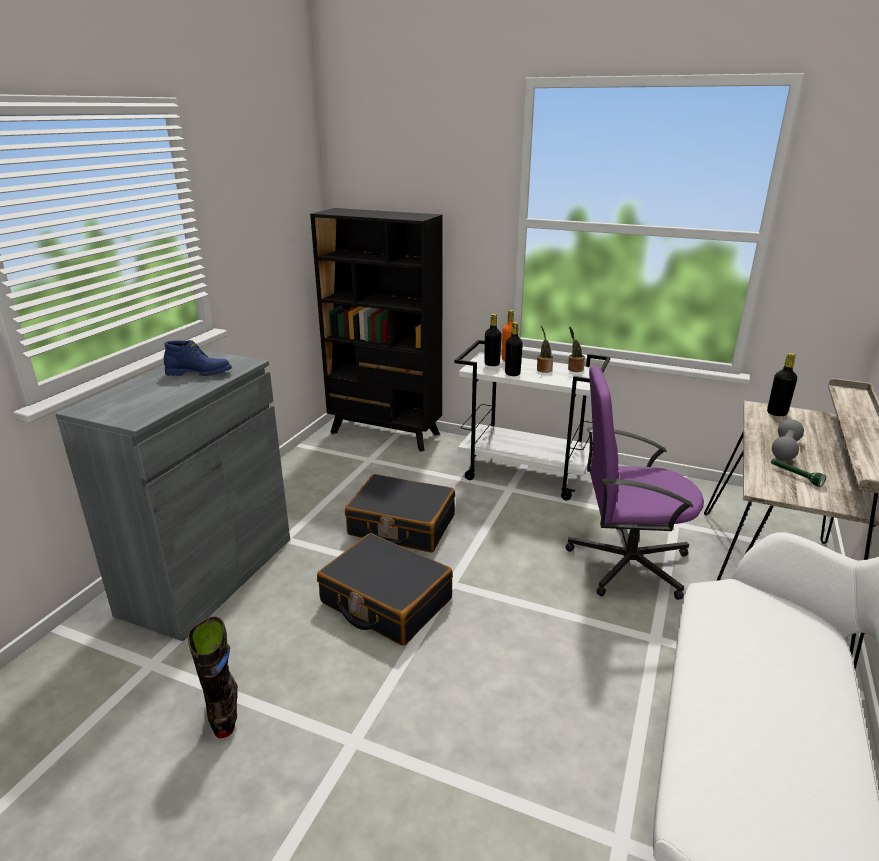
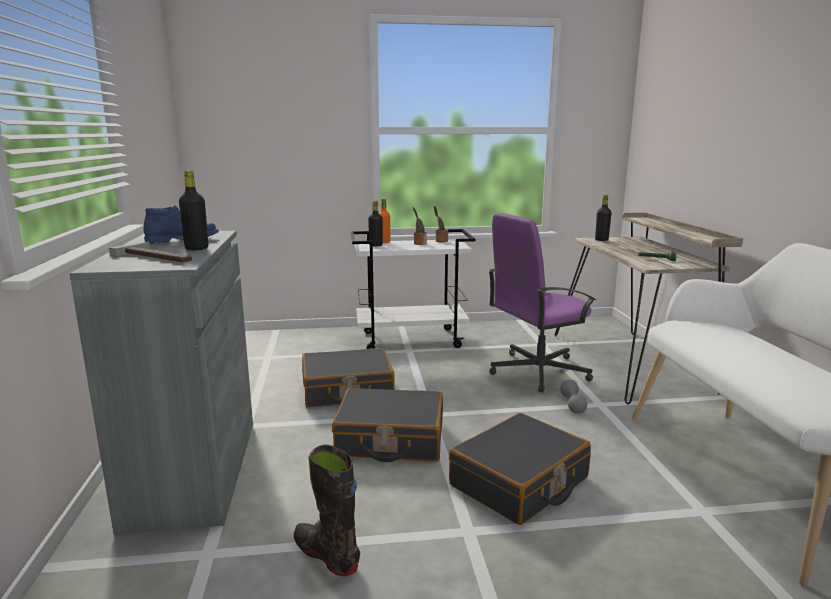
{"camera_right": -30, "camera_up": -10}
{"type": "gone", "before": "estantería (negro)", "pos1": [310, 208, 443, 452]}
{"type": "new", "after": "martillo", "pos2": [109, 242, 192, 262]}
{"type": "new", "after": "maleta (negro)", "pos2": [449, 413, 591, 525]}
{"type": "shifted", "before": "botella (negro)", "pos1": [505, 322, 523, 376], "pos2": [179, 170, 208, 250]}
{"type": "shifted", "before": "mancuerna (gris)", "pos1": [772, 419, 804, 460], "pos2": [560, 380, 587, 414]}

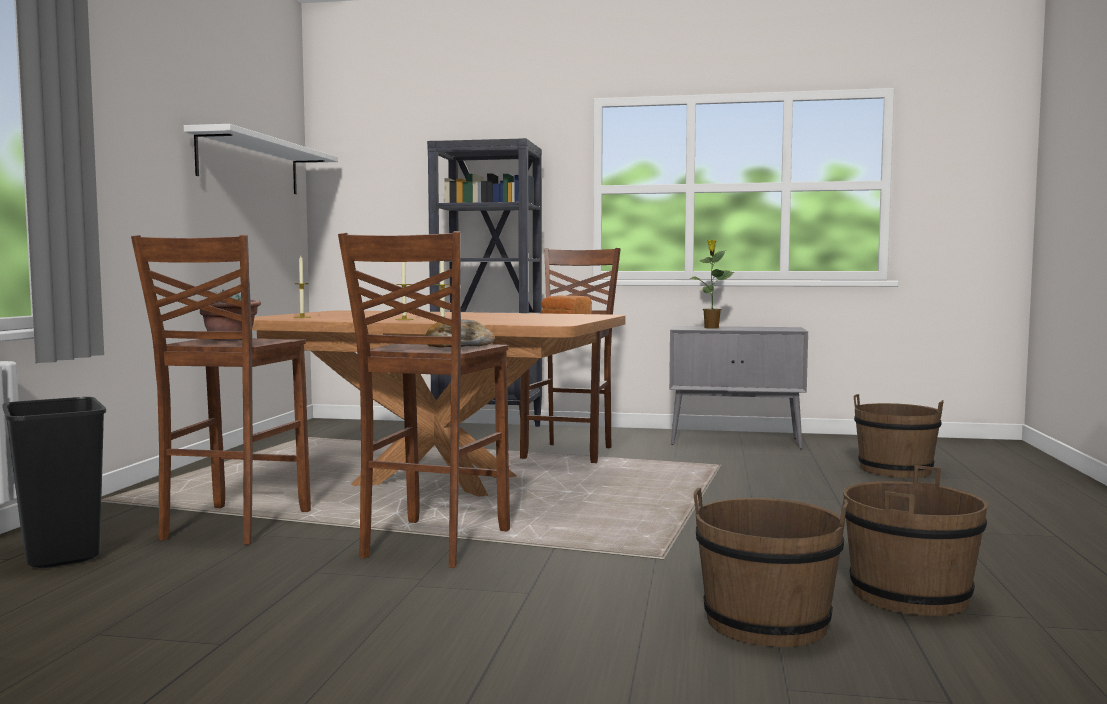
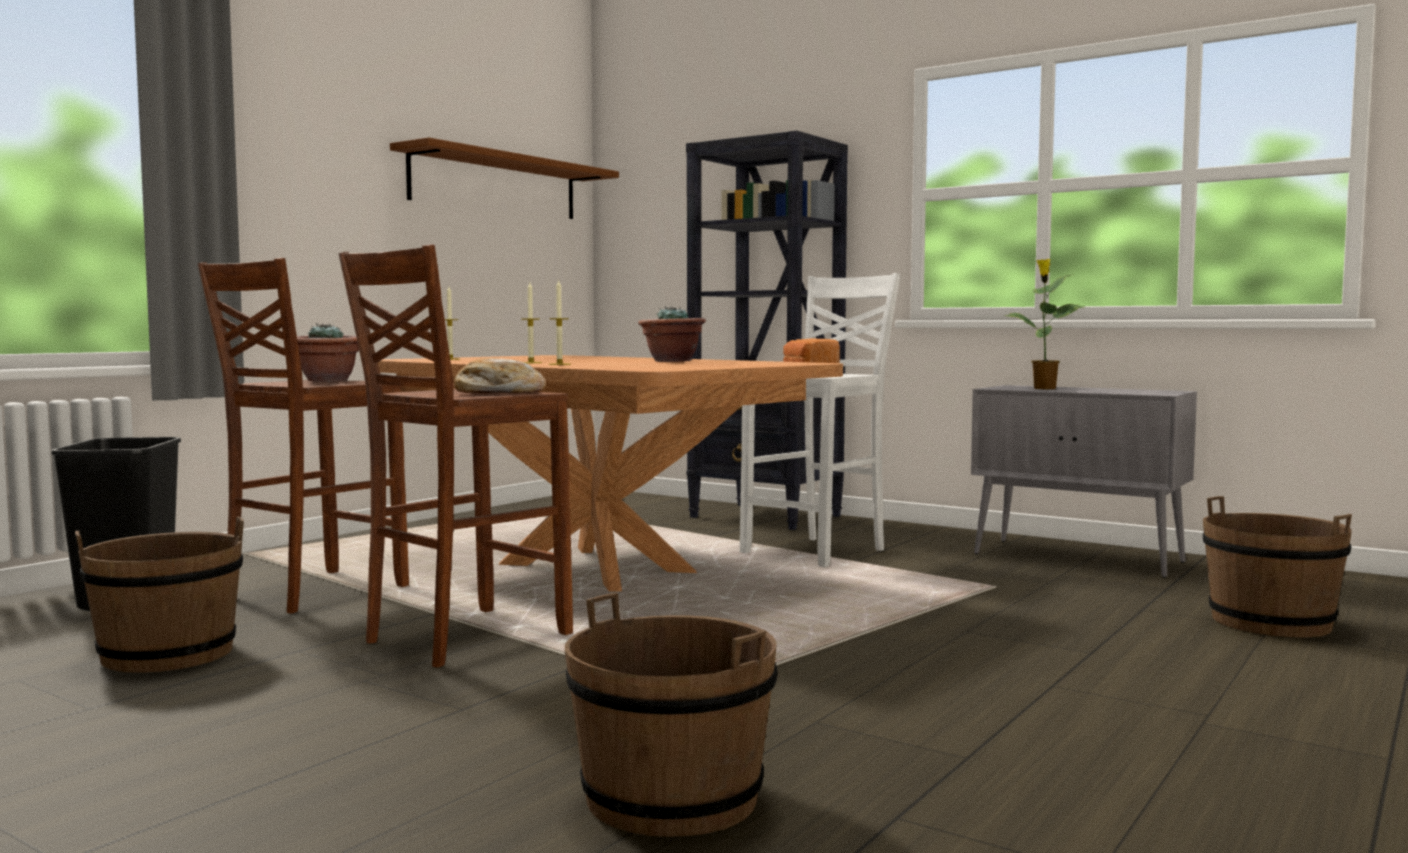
{"camera_right": 25, "camera_up": 0}
{"type": "new", "after": "planta en maceta", "pos2": [638, 306, 706, 362]}
{"type": "shifted", "before": "cubo (marrón)", "pos1": [843, 465, 988, 616], "pos2": [75, 517, 244, 673]}
{"type": "repainted", "before": "estante (blanco)", "after": "estante (marrón)", "pos1": [184, 124, 338, 194], "pos2": [390, 137, 619, 219]}
{"type": "repainted", "before": "taburete (marrón)", "after": "taburete (blanco)", "pos1": [520, 248, 621, 463], "pos2": [740, 273, 900, 567]}

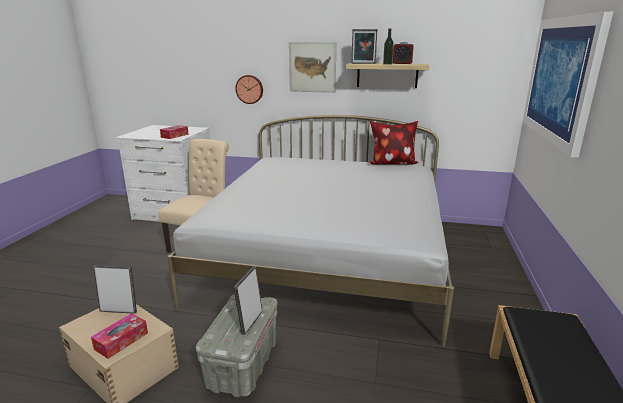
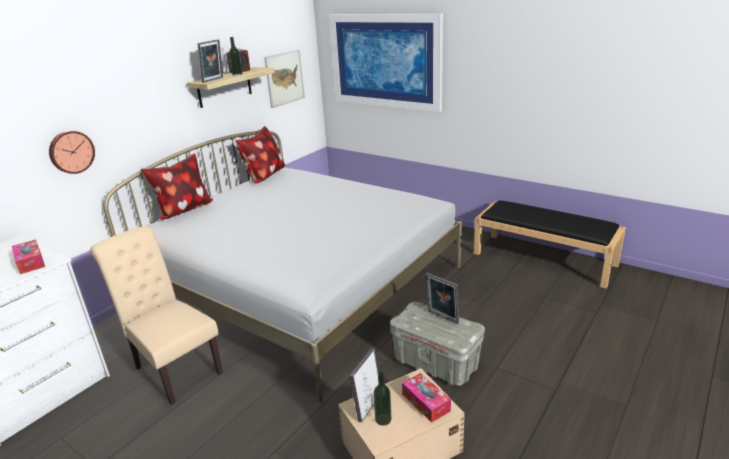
{"camera_right": -65, "camera_up": 5}
{"type": "new", "after": "cojín", "pos2": [140, 153, 213, 220]}
{"type": "new", "after": "botella", "pos2": [374, 372, 391, 426]}
{"type": "shifted", "before": "cuadro", "pos1": [289, 42, 336, 93], "pos2": [264, 50, 305, 108]}

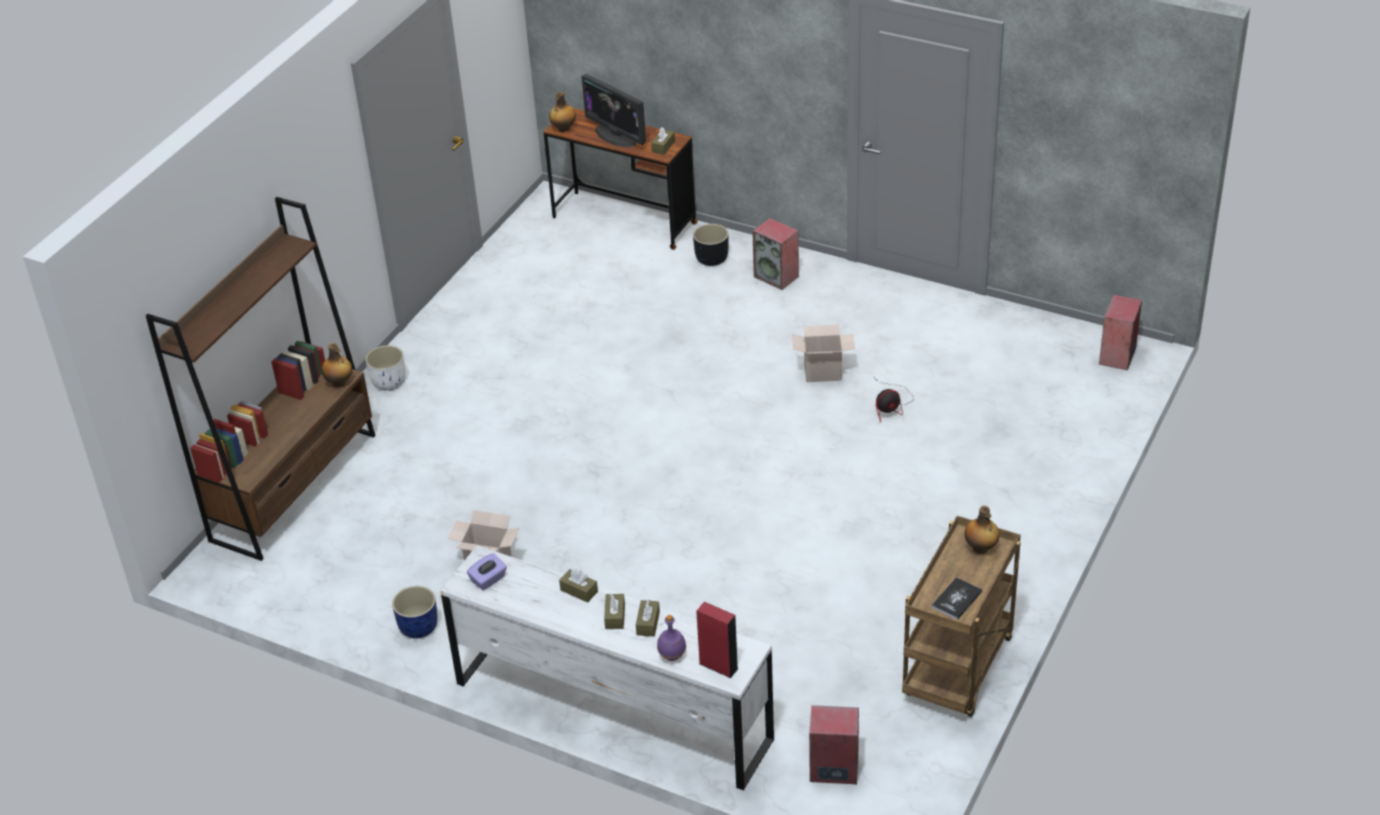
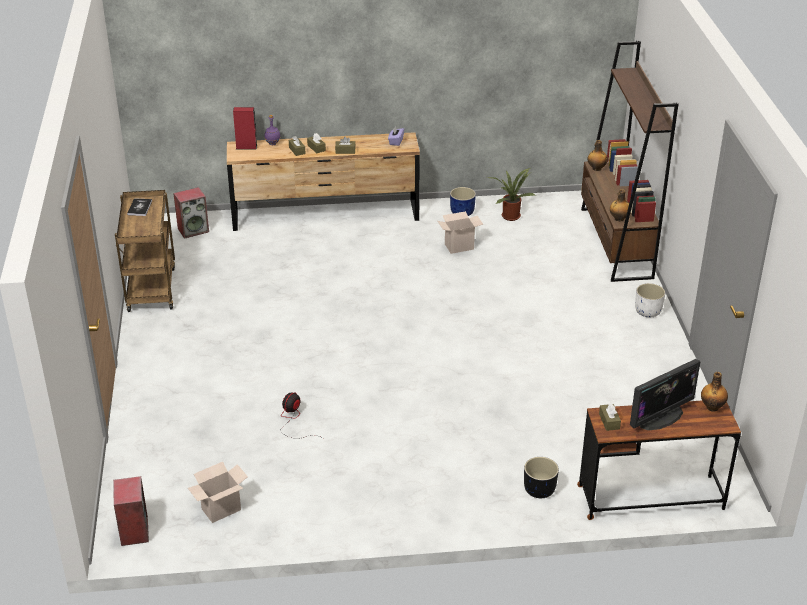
{"camera_right": 145, "camera_up": -5}
{"type": "gone", "before": "altavoz", "pos1": [752, 218, 799, 290]}
{"type": "new", "after": "planta en maceta", "pos2": [488, 168, 535, 221]}
{"type": "shifted", "before": "caja de cartón", "pos1": [792, 325, 855, 382], "pos2": [188, 462, 248, 523]}
{"type": "shifted", "before": "botella", "pos1": [964, 506, 999, 554], "pos2": [587, 140, 608, 171]}
{"type": "repainted", "before": "cómoda (blanco)", "after": "cómoda (marrón)", "pos1": [440, 545, 774, 790], "pos2": [227, 132, 420, 231]}
{"type": "rotated", "before": "monitor", "pos1": [582, 74, 646, 148], "pos2": [630, 359, 701, 430], "turn": 135}

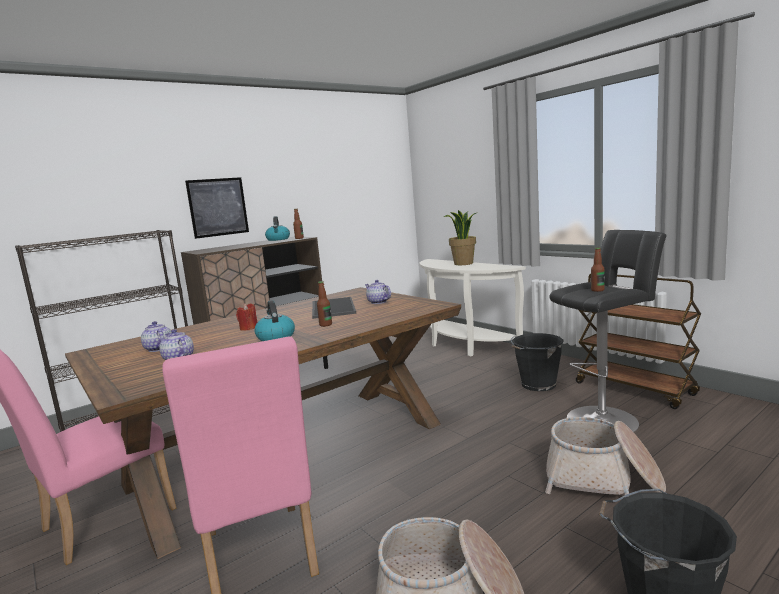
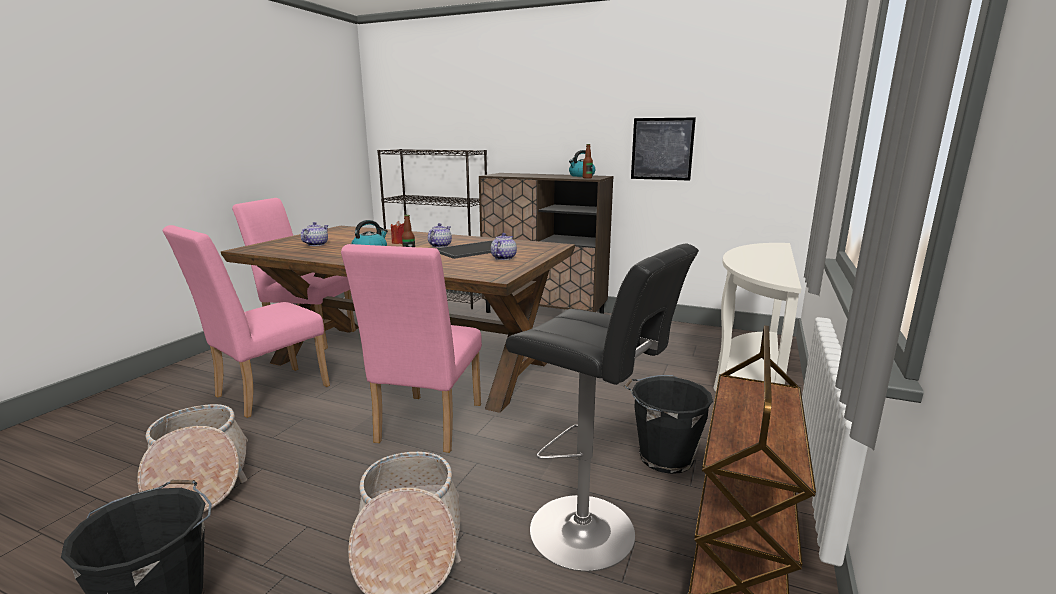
{"camera_right": 60, "camera_up": 5}
{"type": "gone", "before": "planta en maceta", "pos1": [444, 210, 478, 265]}
{"type": "gone", "before": "botella", "pos1": [591, 247, 605, 292]}
{"type": "new", "after": "silla (rosa)", "pos2": [341, 244, 482, 453]}
{"type": "shifted", "before": "tetera", "pos1": [141, 321, 172, 352], "pos2": [428, 223, 452, 248]}
{"type": "shifted", "before": "cuadro", "pos1": [185, 177, 249, 239], "pos2": [631, 118, 696, 181]}

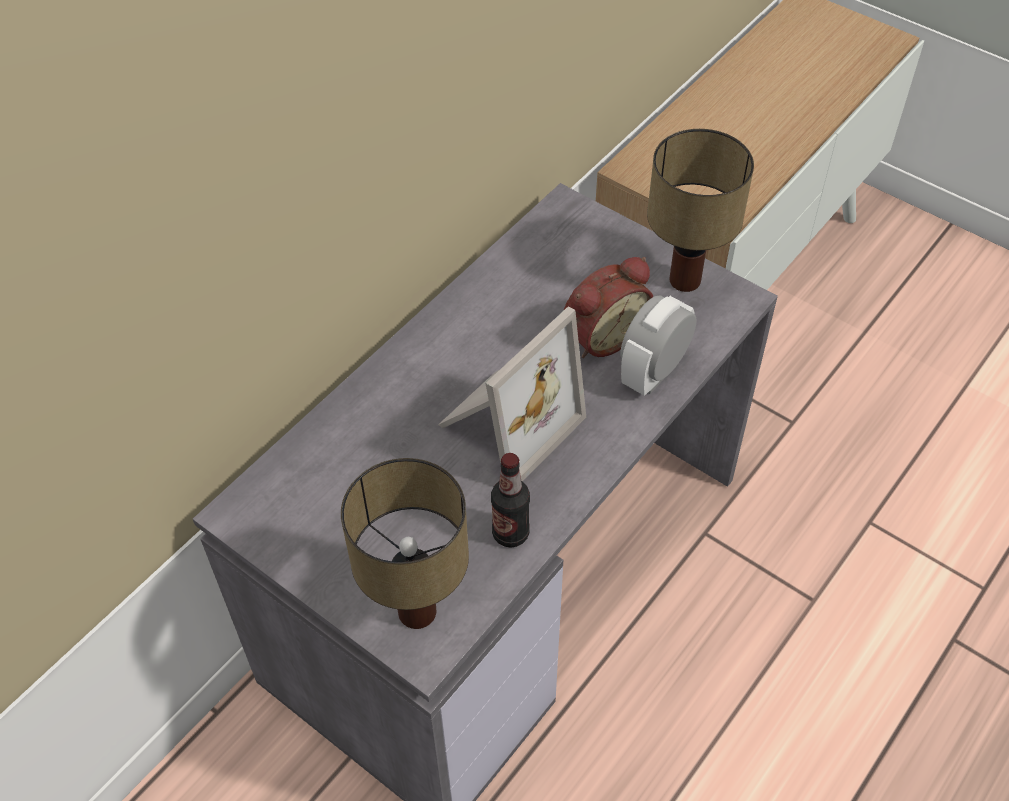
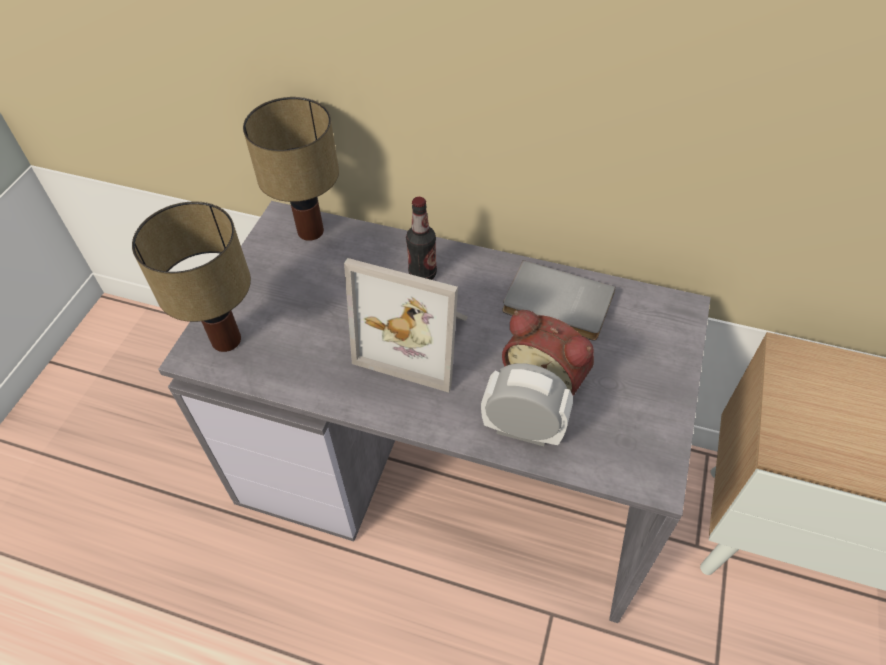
{"camera_right": 70, "camera_up": 0}
{"type": "new", "after": "libro (gris)", "pos2": [503, 260, 616, 341]}
{"type": "shifted", "before": "botella", "pos1": [491, 453, 530, 548], "pos2": [406, 197, 437, 280]}
{"type": "shifted", "before": "lámpara de mesa", "pos1": [647, 129, 754, 292], "pos2": [243, 97, 339, 241]}

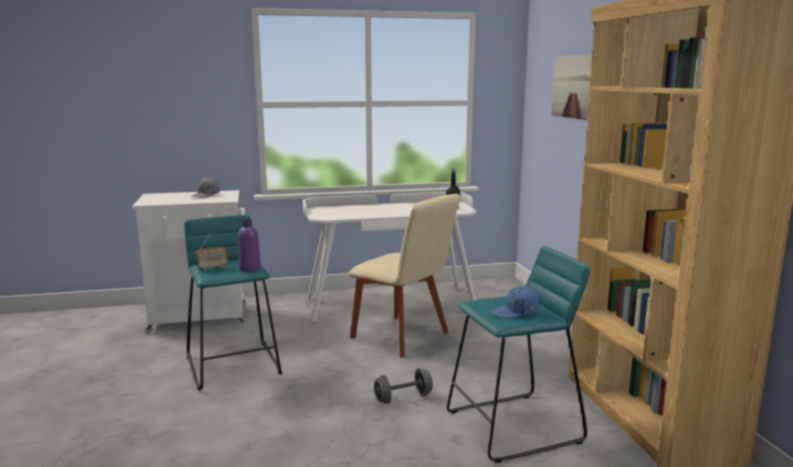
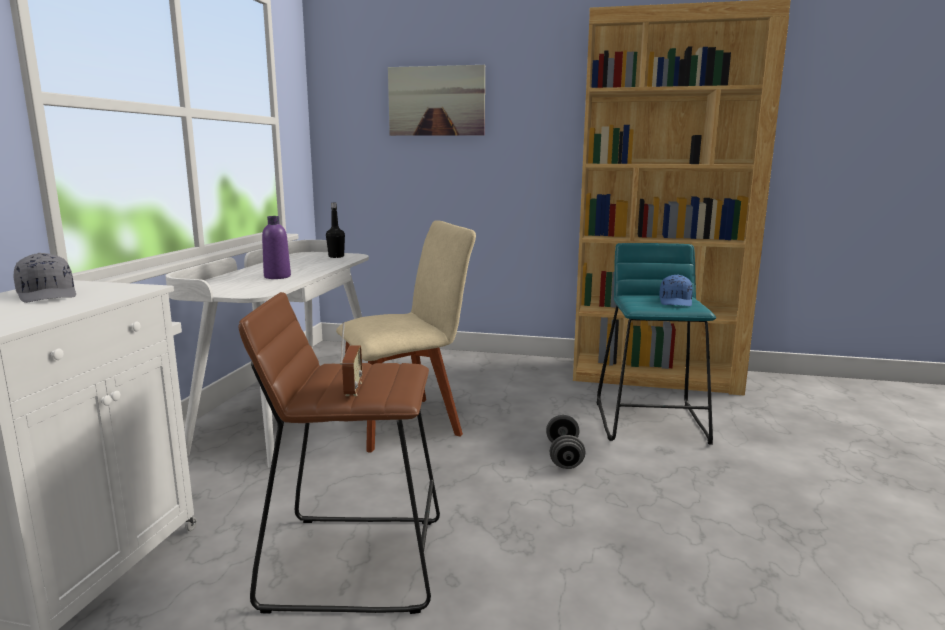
{"camera_right": -65, "camera_up": 0}
{"type": "shifted", "before": "botella (morado)", "pos1": [238, 219, 261, 272], "pos2": [262, 216, 291, 279]}
{"type": "repainted", "before": "taburete (turquesa)", "after": "taburete (marrón)", "pos1": [184, 215, 282, 390], "pos2": [238, 292, 440, 614]}

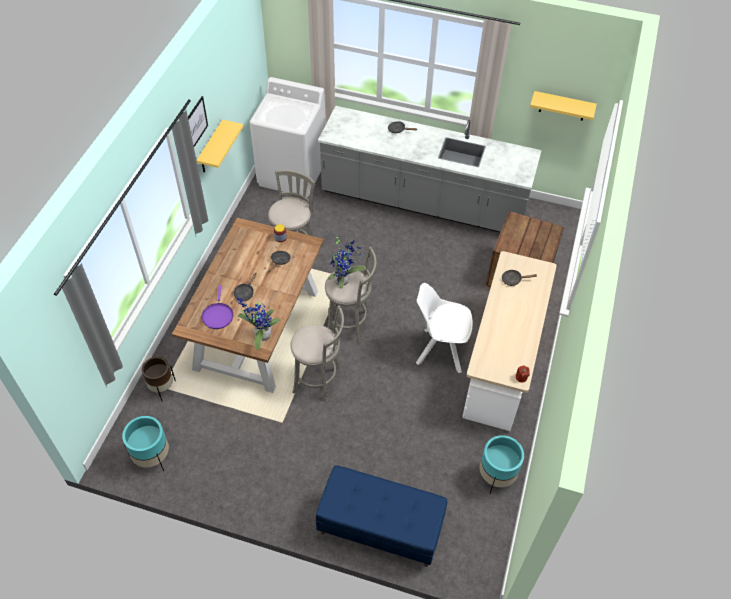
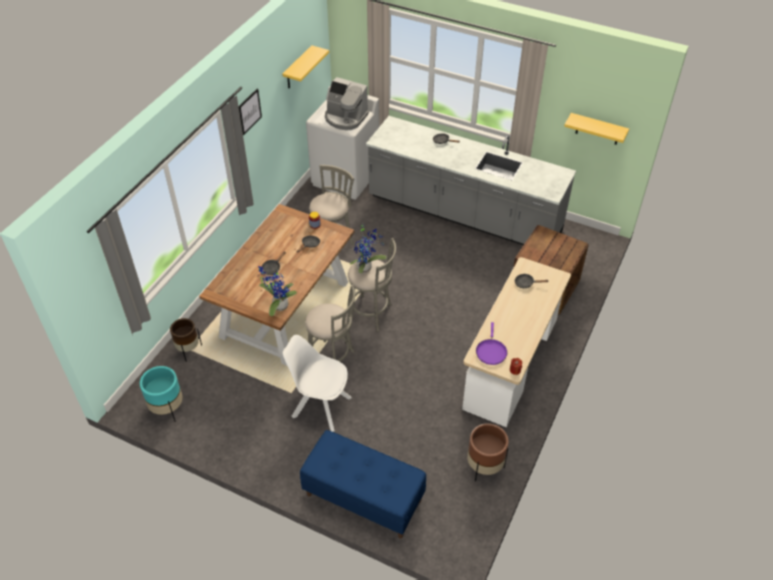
{"camera_right": 10, "camera_up": -5}
{"type": "new", "after": "cafetera", "pos2": [325, 77, 369, 131]}
{"type": "shifted", "before": "estante (amarillo)", "pos1": [197, 119, 243, 172], "pos2": [282, 45, 329, 88]}
{"type": "shifted", "before": "sartén (morado)", "pos1": [202, 285, 233, 329], "pos2": [476, 322, 507, 365]}
{"type": "shifted", "before": "silla (blanco)", "pos1": [416, 283, 473, 373], "pos2": [283, 335, 352, 432]}
{"type": "repainted", "before": "maceta (turquesa)", "after": "maceta (marrón)", "pos1": [480, 435, 524, 494], "pos2": [467, 423, 509, 482]}

